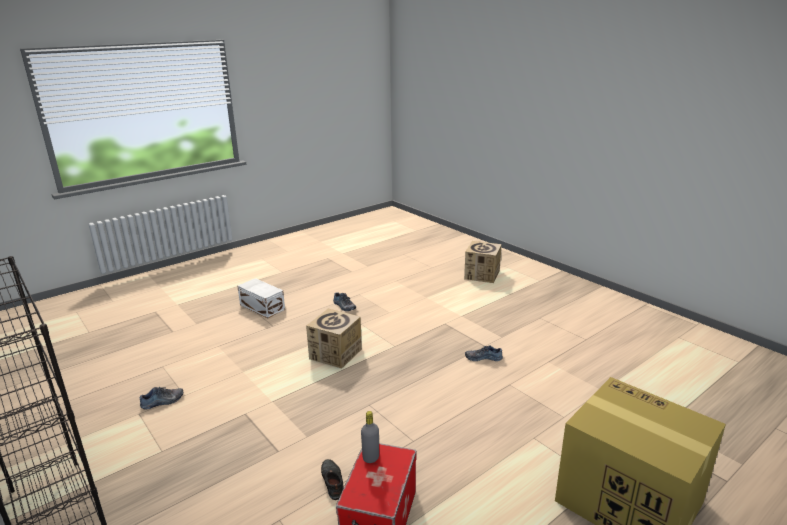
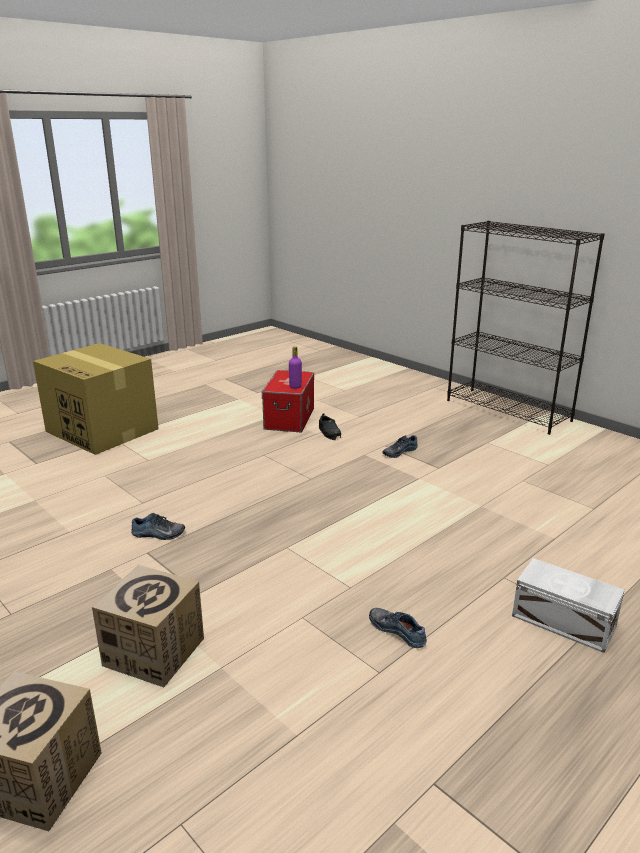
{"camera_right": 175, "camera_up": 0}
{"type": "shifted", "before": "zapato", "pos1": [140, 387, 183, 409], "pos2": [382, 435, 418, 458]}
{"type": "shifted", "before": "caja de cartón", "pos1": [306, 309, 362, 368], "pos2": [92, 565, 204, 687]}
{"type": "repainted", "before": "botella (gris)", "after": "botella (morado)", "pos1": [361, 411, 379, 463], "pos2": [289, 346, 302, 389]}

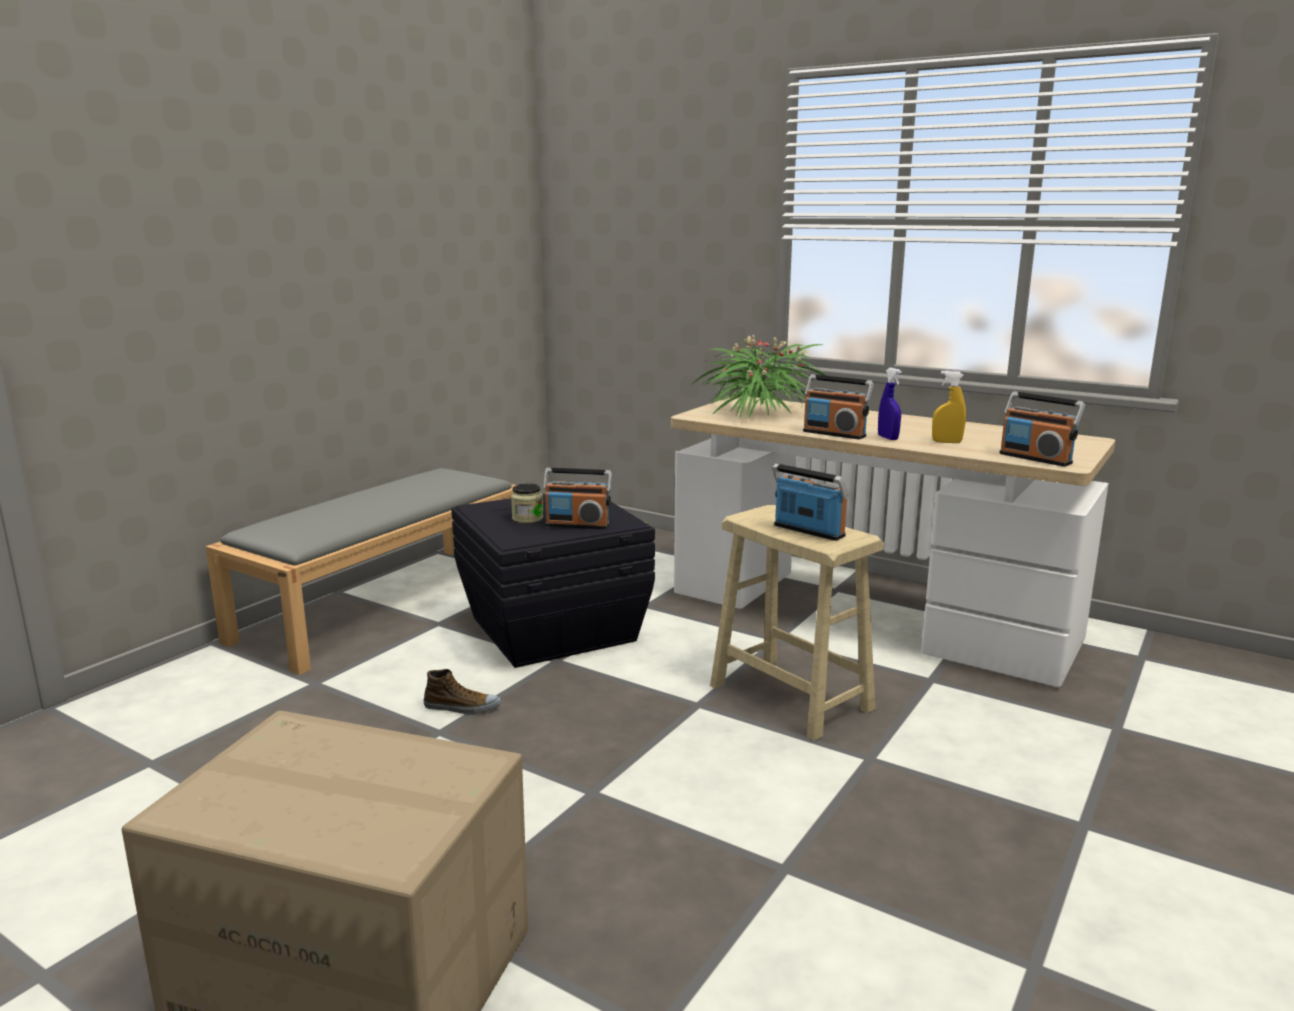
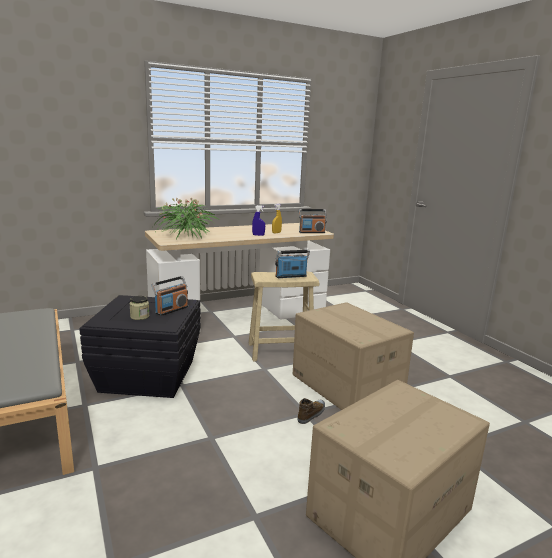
{"camera_right": -60, "camera_up": 0}
{"type": "gone", "before": "radio", "pos1": [803, 374, 874, 440]}
{"type": "new", "after": "caja de cartón", "pos2": [293, 302, 414, 410]}
{"type": "shifted", "before": "zapato", "pos1": [424, 669, 501, 714], "pos2": [297, 398, 325, 424]}

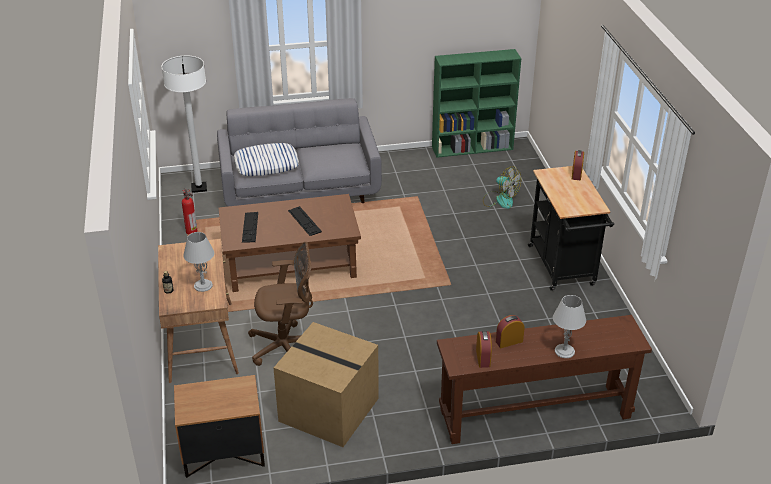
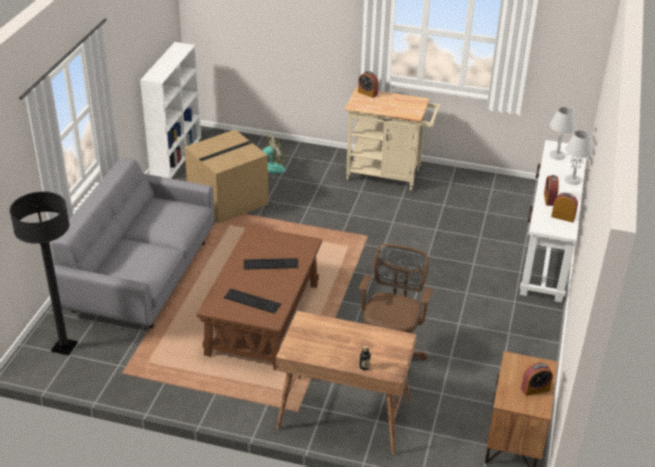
{"camera_right": -65, "camera_up": 0}
{"type": "gone", "before": "extintor", "pos1": [182, 188, 197, 234]}
{"type": "gone", "before": "cojín", "pos1": [234, 143, 299, 176]}
{"type": "new", "after": "despertador", "pos2": [521, 362, 553, 396]}
{"type": "shifted", "before": "lámpara de mesa (gris)", "pos1": [183, 232, 214, 292], "pos2": [549, 107, 576, 160]}
{"type": "shifted", "before": "caja de cartón", "pos1": [274, 322, 379, 447], "pos2": [184, 130, 269, 223]}
{"type": "repainted", "before": "lámpara de pie (blanco)", "after": "lámpara de pie (negro)", "pos1": [161, 56, 207, 193], "pos2": [10, 191, 77, 355]}
{"type": "repainted", "before": "estantería (verde)", "after": "estantería (blanco)", "pos1": [432, 49, 521, 158], "pos2": [140, 42, 201, 179]}
{"type": "repainted", "before": "mesa consola (marrón)", "after": "mesa consola (blanco)", "pos1": [437, 315, 652, 444], "pos2": [520, 140, 586, 303]}
{"type": "repainted", "before": "carrito (negro)", "after": "carrito (beis)", "pos1": [528, 166, 614, 291], "pos2": [345, 88, 441, 191]}

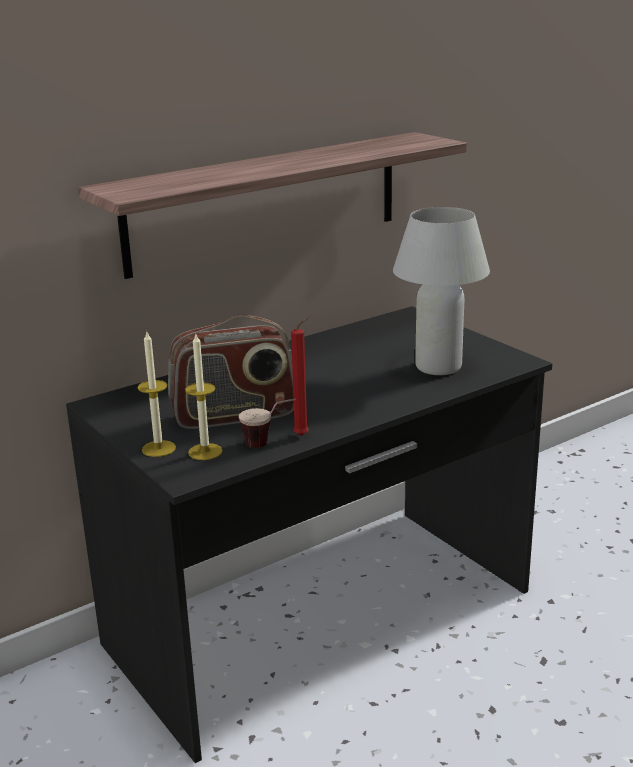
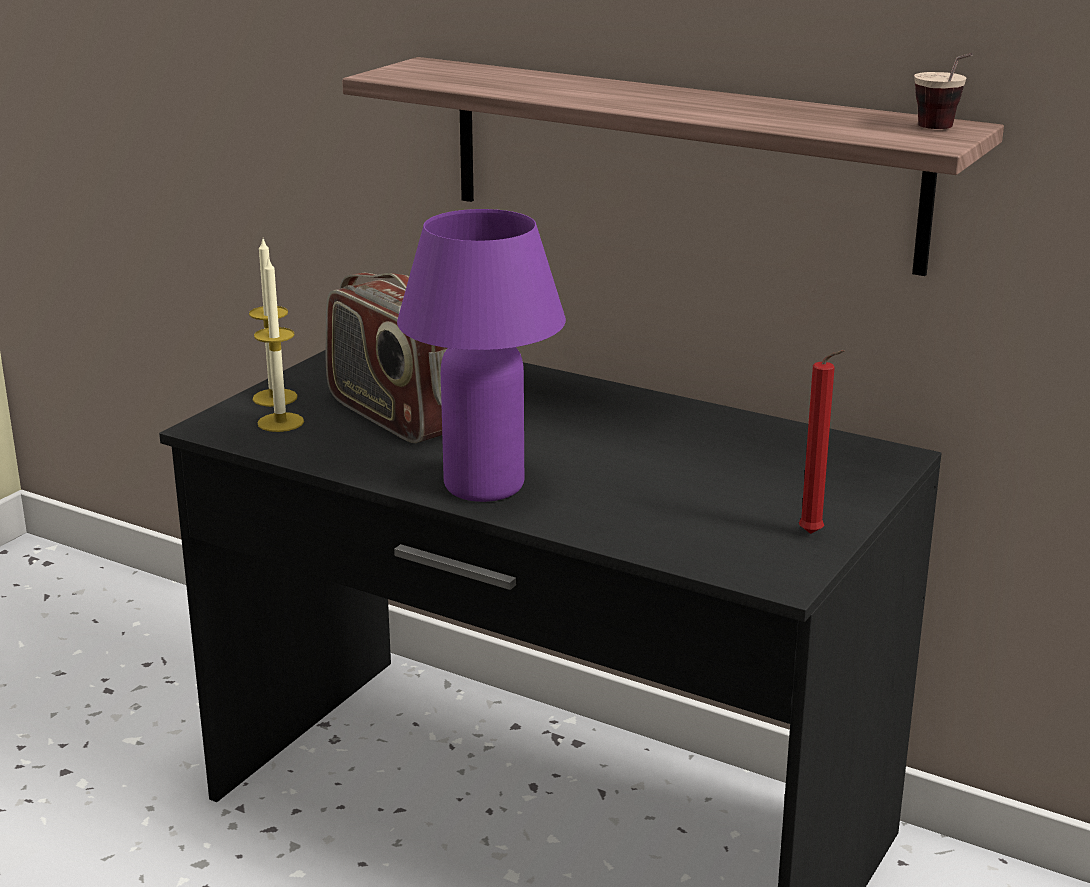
{"camera_right": 65, "camera_up": 0}
{"type": "gone", "before": "lámpara de mesa (blanco)", "pos1": [393, 207, 490, 375]}
{"type": "new", "after": "lámpara de mesa (morado)", "pos2": [397, 209, 566, 502]}
{"type": "shifted", "before": "taza", "pos1": [239, 398, 296, 448], "pos2": [914, 53, 973, 129]}
{"type": "shifted", "before": "vela (rojo)", "pos1": [291, 316, 309, 436], "pos2": [799, 350, 845, 534]}

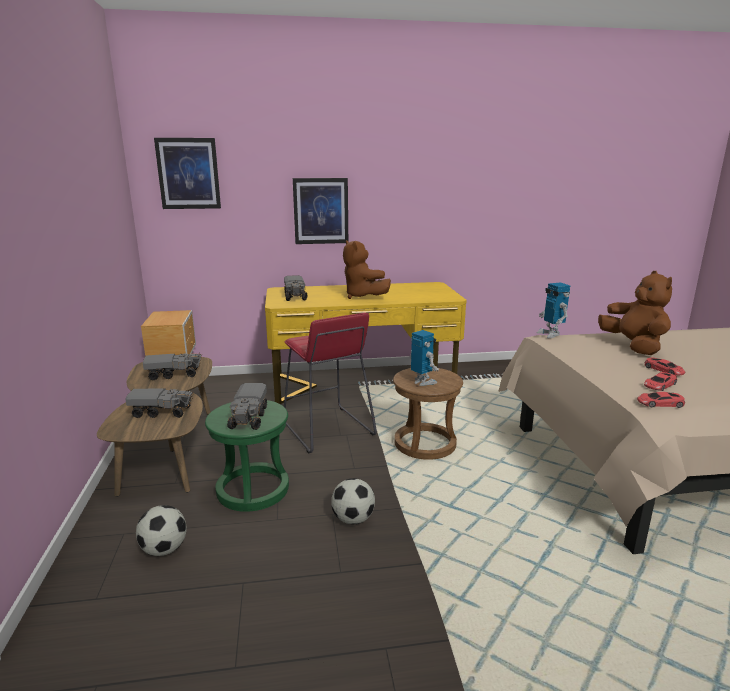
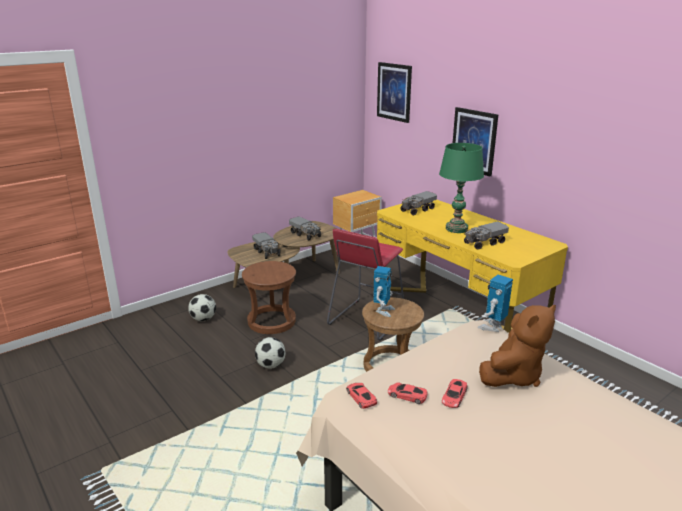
{"camera_right": 60, "camera_up": 5}
{"type": "shifted", "before": "camión de juguete", "pos1": [227, 383, 267, 430], "pos2": [464, 221, 509, 250]}
{"type": "swapped", "before": "peluche (marrón)", "after": "lámpara de mesa (verde)", "pos1": [343, 240, 391, 299], "pos2": [439, 143, 484, 233]}
{"type": "repainted", "before": "taburete (verde)", "after": "taburete (marrón)", "pos1": [205, 400, 289, 512], "pos2": [242, 261, 296, 334]}

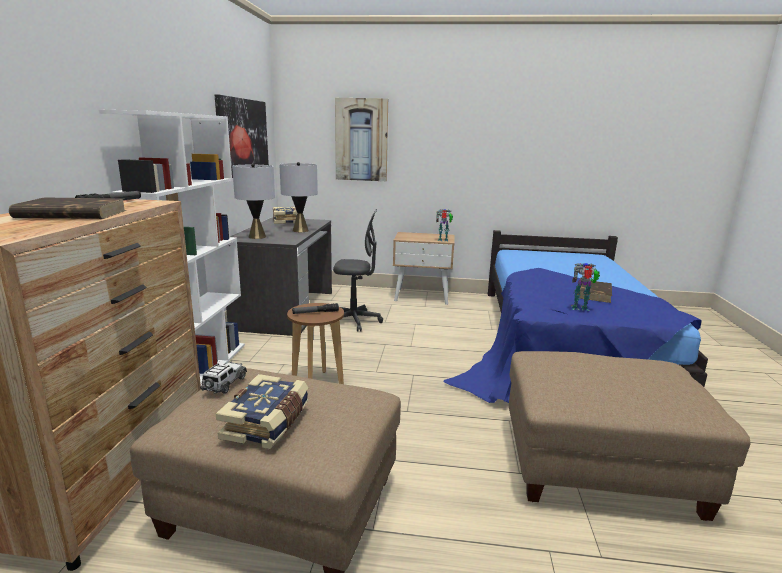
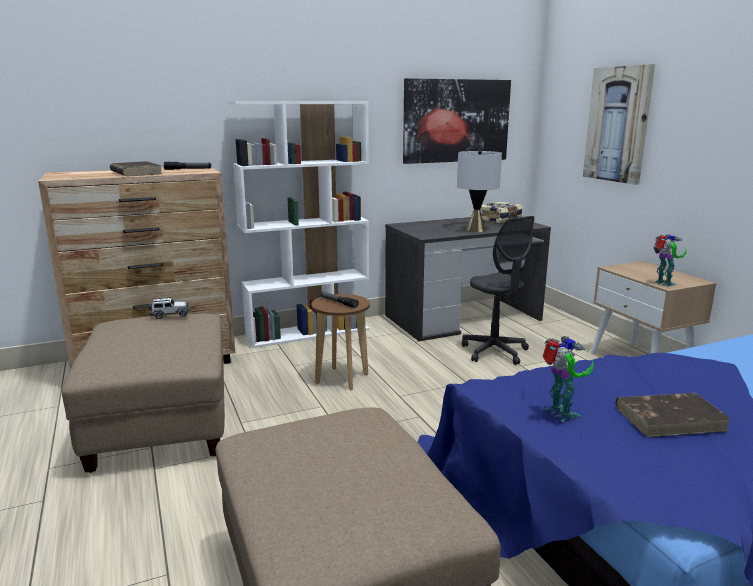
{"camera_right": 60, "camera_up": 0}
{"type": "gone", "before": "libro", "pos1": [216, 374, 309, 449]}
{"type": "gone", "before": "lámpara de mesa (gris)", "pos1": [232, 163, 275, 239]}

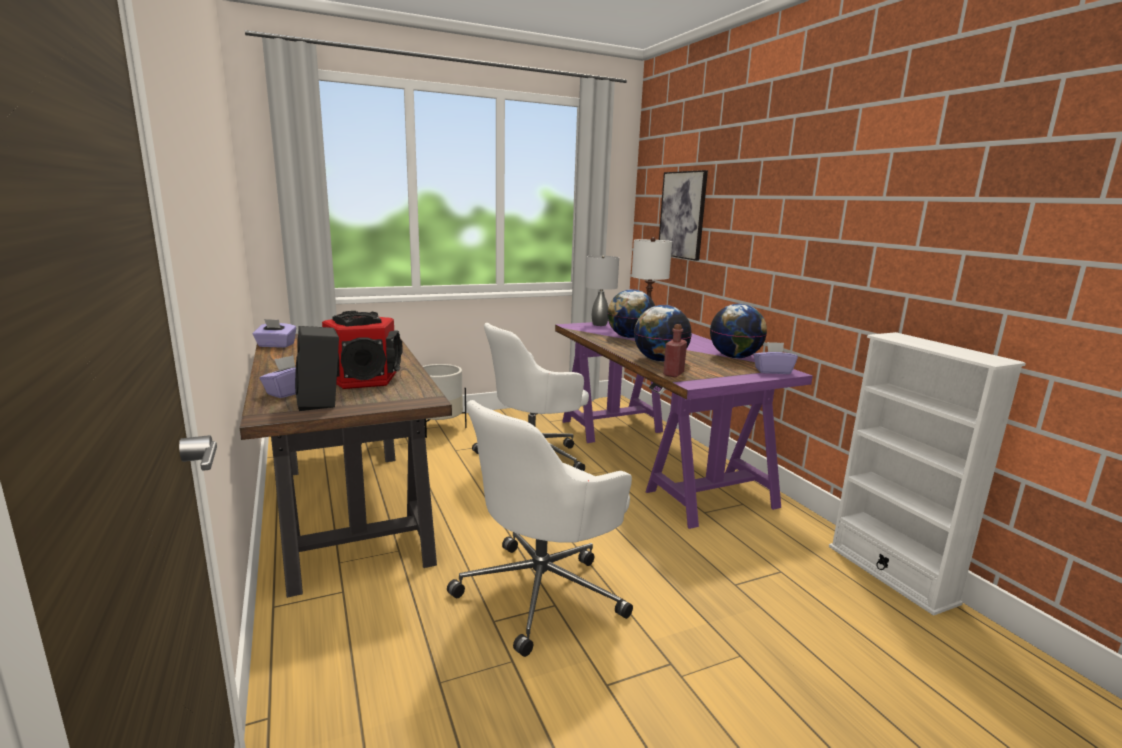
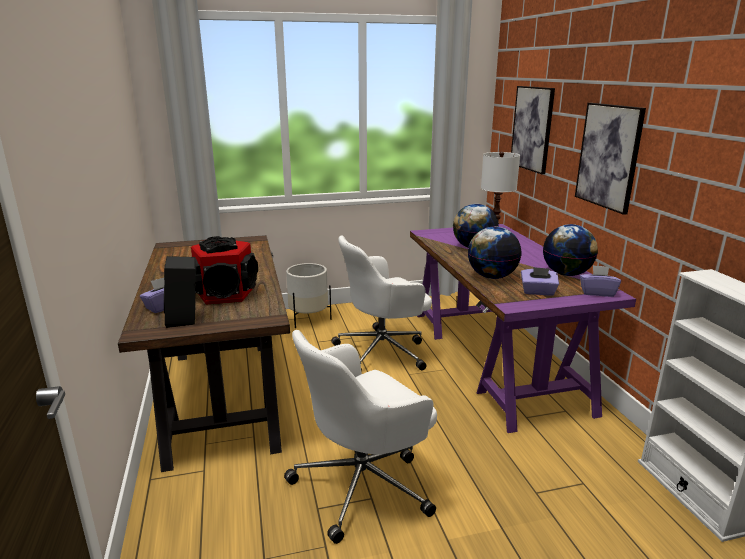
{"camera_right": 10, "camera_up": 5}
{"type": "gone", "before": "lámpara de mesa (gris)", "pos1": [586, 255, 619, 326]}
{"type": "gone", "before": "botella (rojo)", "pos1": [663, 324, 687, 377]}
{"type": "new", "after": "cuadro", "pos2": [575, 103, 646, 215]}
{"type": "shifted", "before": "caja de pañuelos (morado)", "pos1": [253, 319, 296, 348], "pos2": [521, 267, 559, 296]}

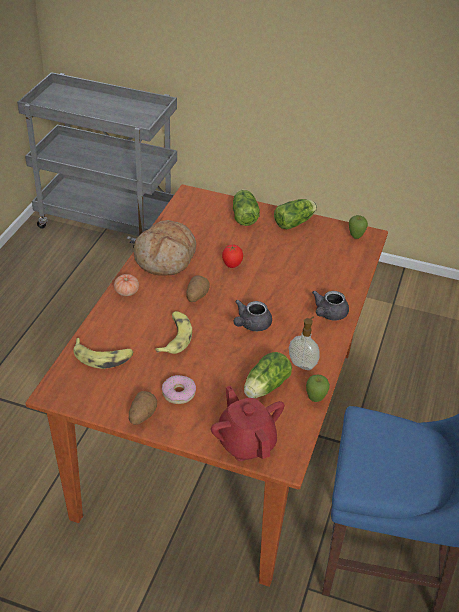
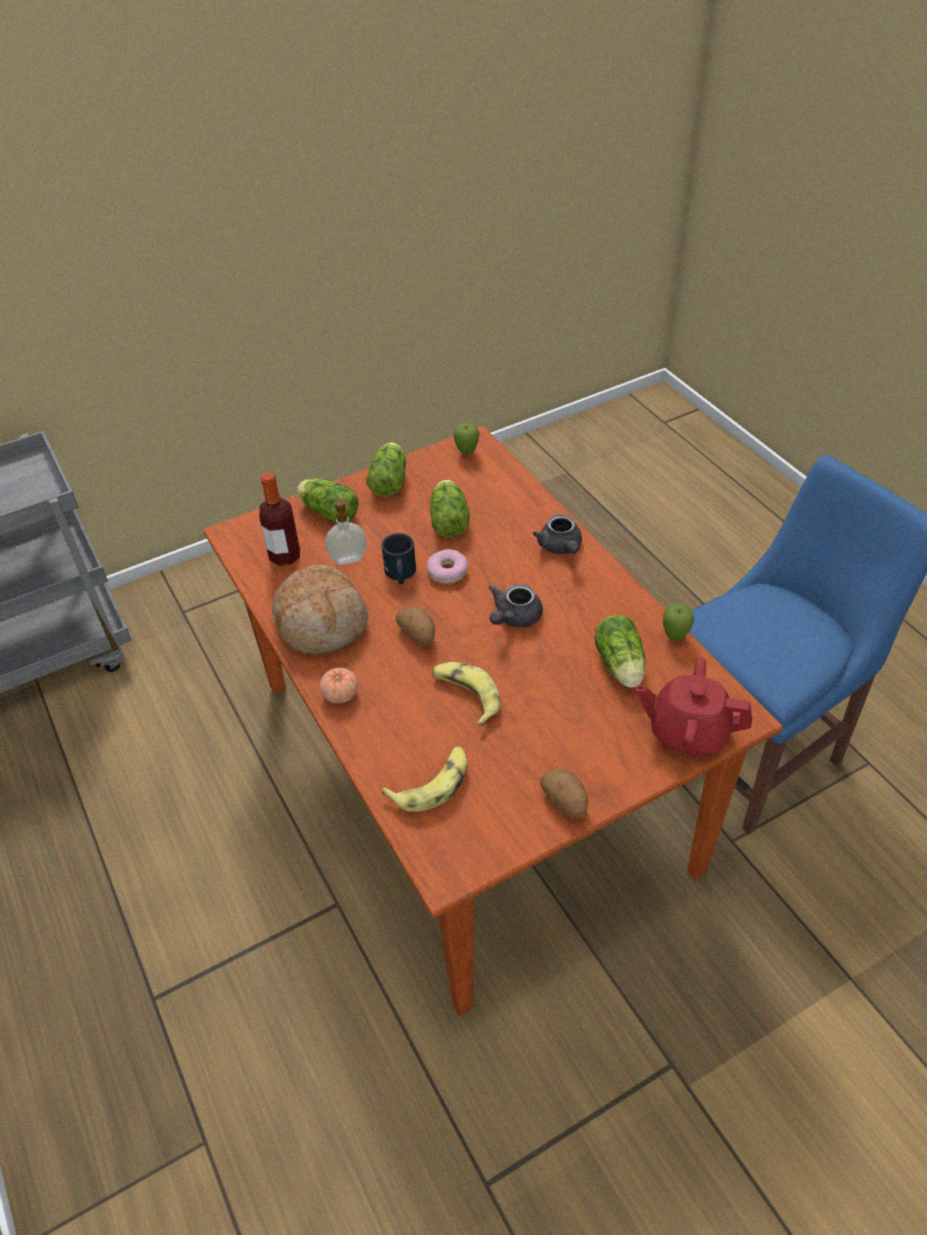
{"camera_right": -45, "camera_up": 5}
{"type": "new", "after": "botella", "pos2": [259, 472, 300, 566]}
{"type": "new", "after": "lechuga", "pos2": [430, 480, 470, 537]}
{"type": "shifted", "before": "rosquilla", "pos1": [162, 375, 196, 404], "pos2": [427, 549, 468, 584]}
{"type": "shifted", "before": "dispensador de jabón", "pos1": [289, 317, 319, 370], "pos2": [325, 496, 367, 565]}
{"type": "swapped", "before": "tomate", "after": "taza grande (negro)", "pos1": [222, 245, 243, 268], "pos2": [381, 533, 416, 584]}
{"type": "rotated", "before": "tetera (gris)", "pos1": [233, 300, 272, 331], "pos2": [489, 584, 543, 627], "turn": 45}

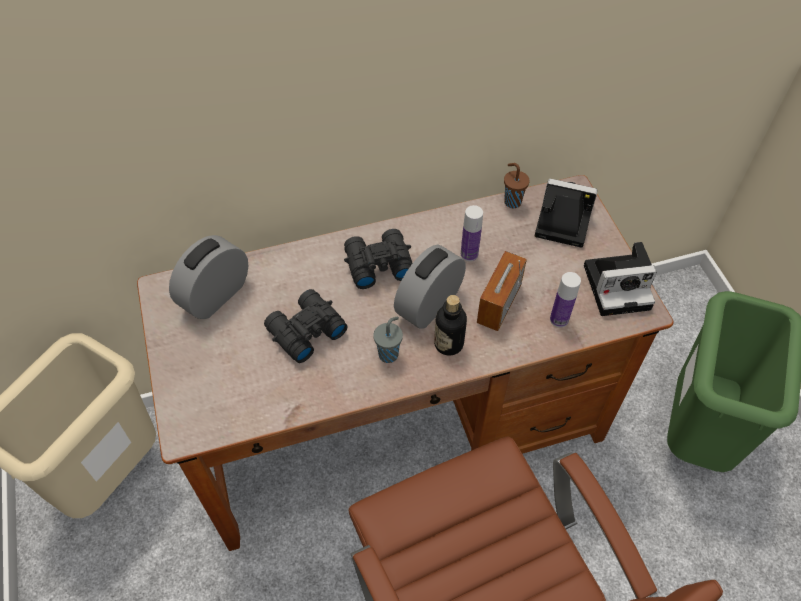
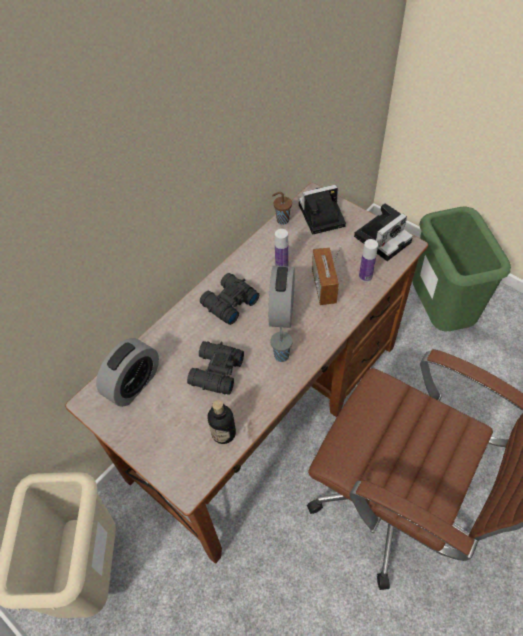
{"camera_right": -30, "camera_up": 0}
{"type": "shifted", "before": "botella", "pos1": [434, 295, 467, 356], "pos2": [208, 400, 236, 444]}
{"type": "rotated", "before": "despertador", "pos1": [169, 235, 249, 319], "pos2": [96, 338, 159, 407], "turn": -150}

